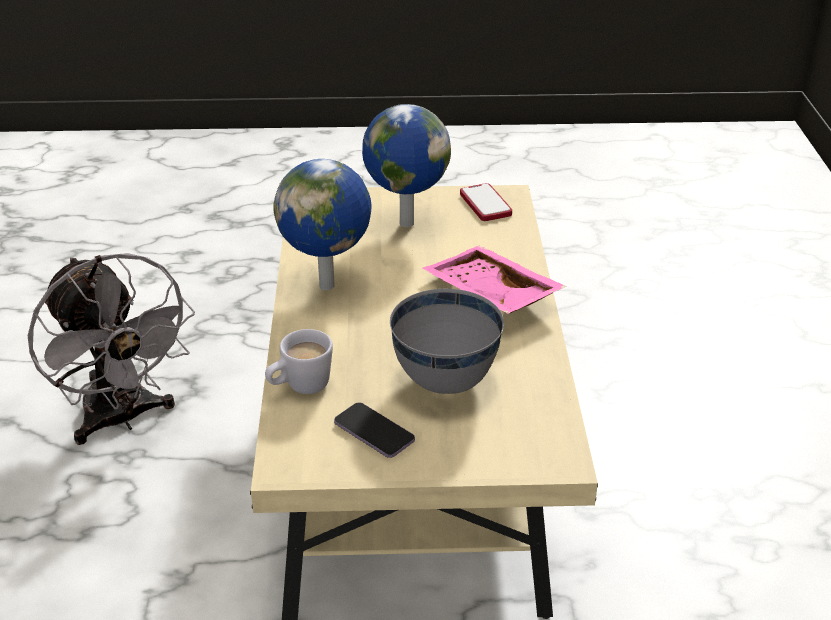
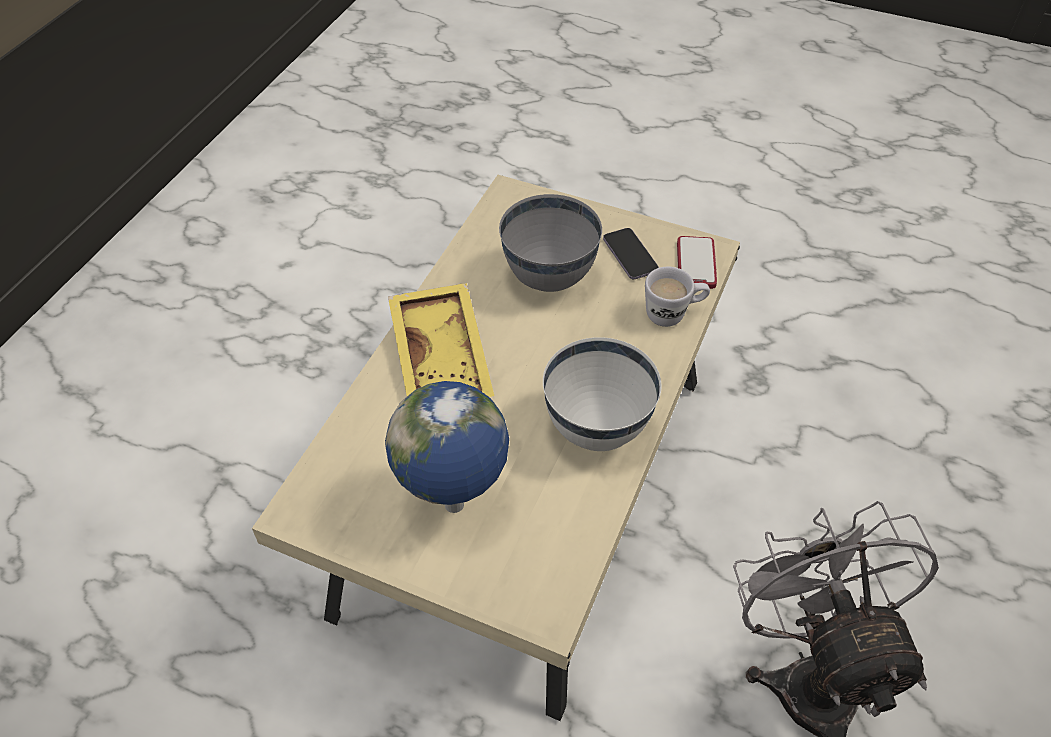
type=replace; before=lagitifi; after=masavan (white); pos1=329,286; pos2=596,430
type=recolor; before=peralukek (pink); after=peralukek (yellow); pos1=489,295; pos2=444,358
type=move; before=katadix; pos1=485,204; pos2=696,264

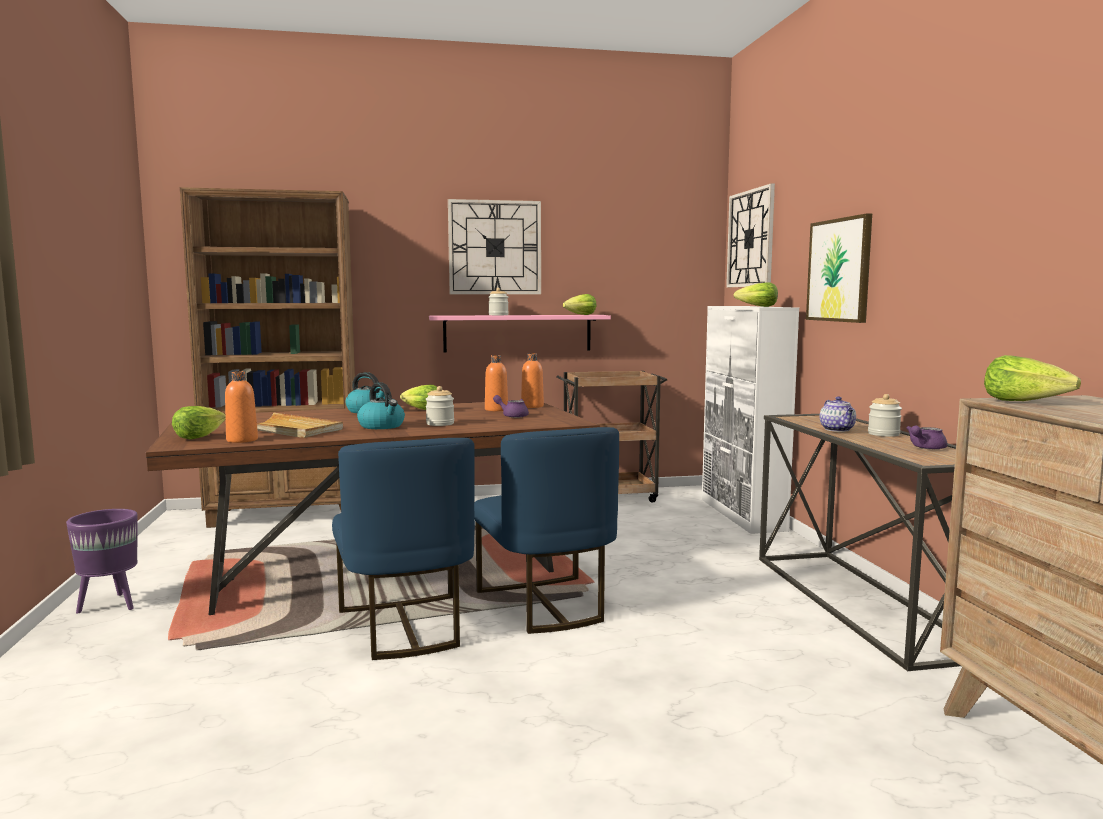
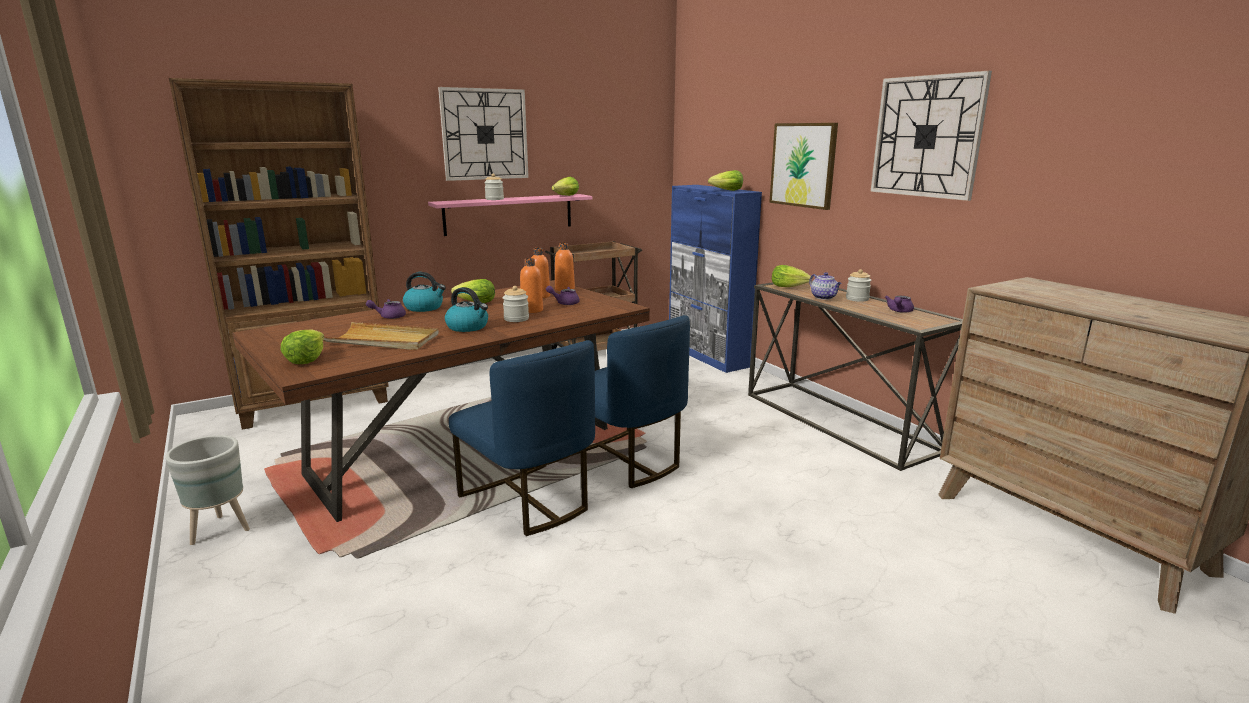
type=recolor; before=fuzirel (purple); after=fuzirel (grey); pos1=109,605; pos2=219,530
type=move; before=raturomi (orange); pos1=242,440; pos2=532,310
type=recolor; before=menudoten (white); after=menudoten (blue); pos1=742,514; pos2=707,356
type=move; before=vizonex; pos1=750,239; pos2=927,136
type=move; before=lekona; pos1=1025,402; pos2=789,287
type=insert; after=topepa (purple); pos2=389,317

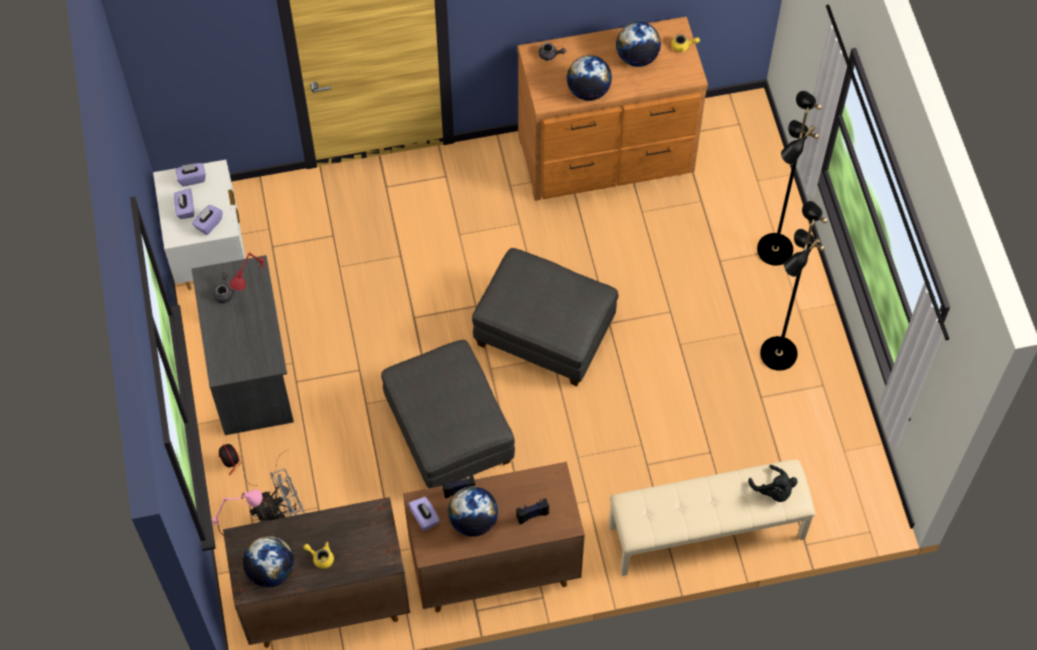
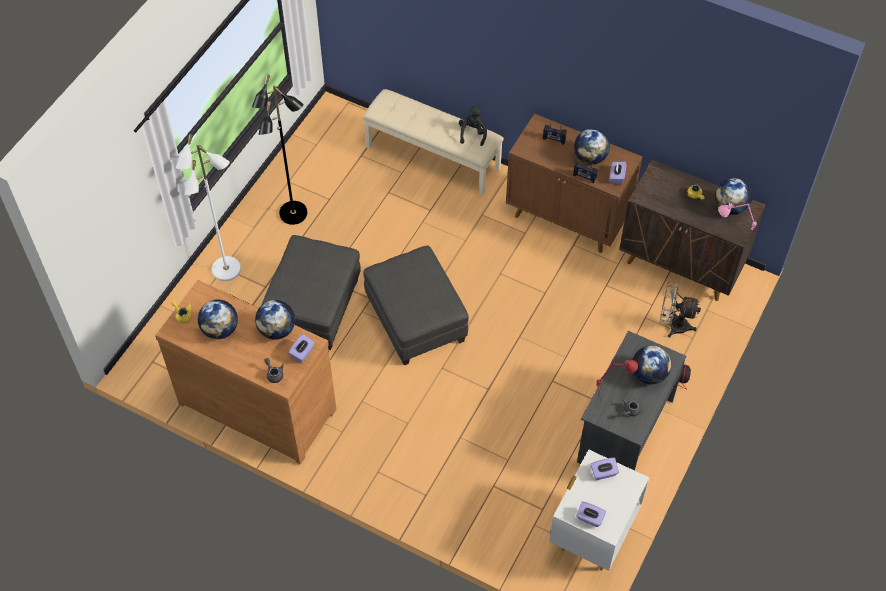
type=move; before=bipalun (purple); pos1=185,209; pos2=302,353
type=move; before=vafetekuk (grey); pos1=450,433; pos2=314,307
type=move; before=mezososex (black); pos1=773,491; pos2=472,133
type=recolor; before=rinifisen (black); after=rinifisen (white); pos1=773,249; pos2=226,270
type=insert; after=lagitifi; pos2=649,374

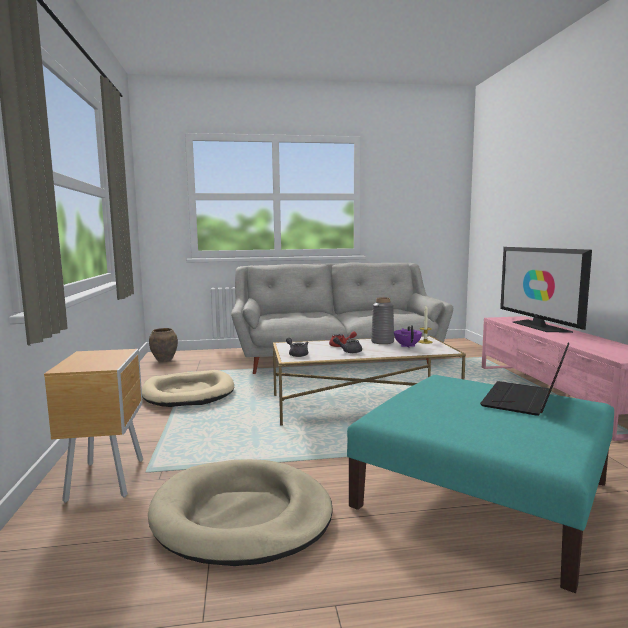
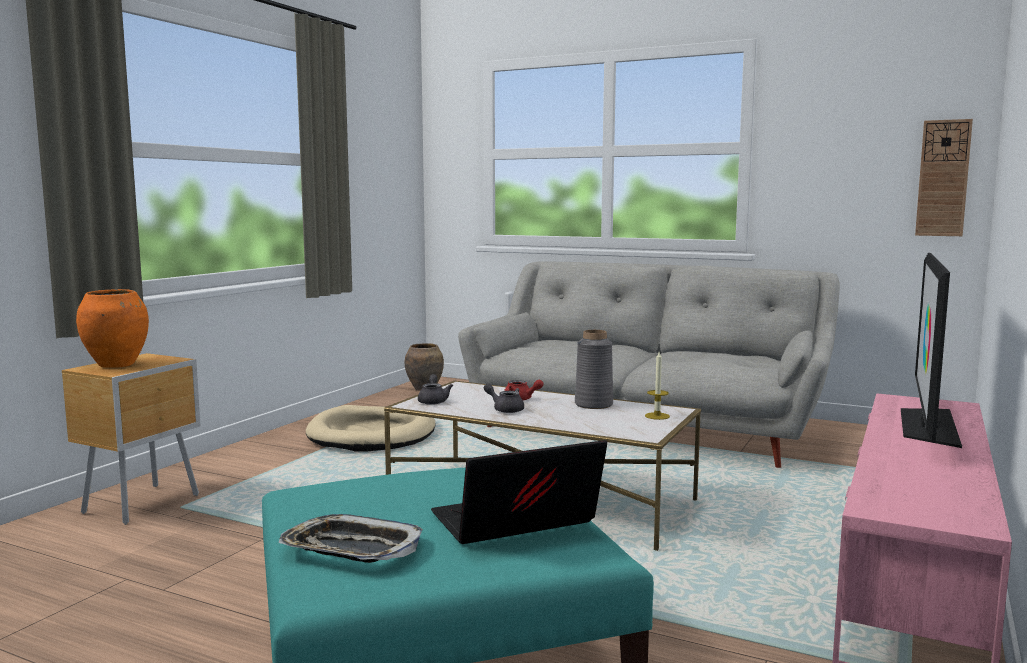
type=delete; before=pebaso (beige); pos1=241,516
type=delete; before=topepa (purple); pos1=407,346
type=insert; after=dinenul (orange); pos2=117,365
type=insert; after=peralukek; pos2=351,549
type=insert; after=vizonex; pos2=943,178

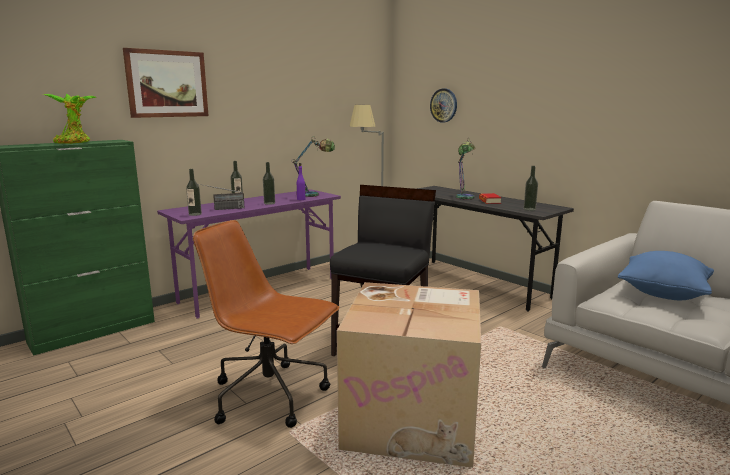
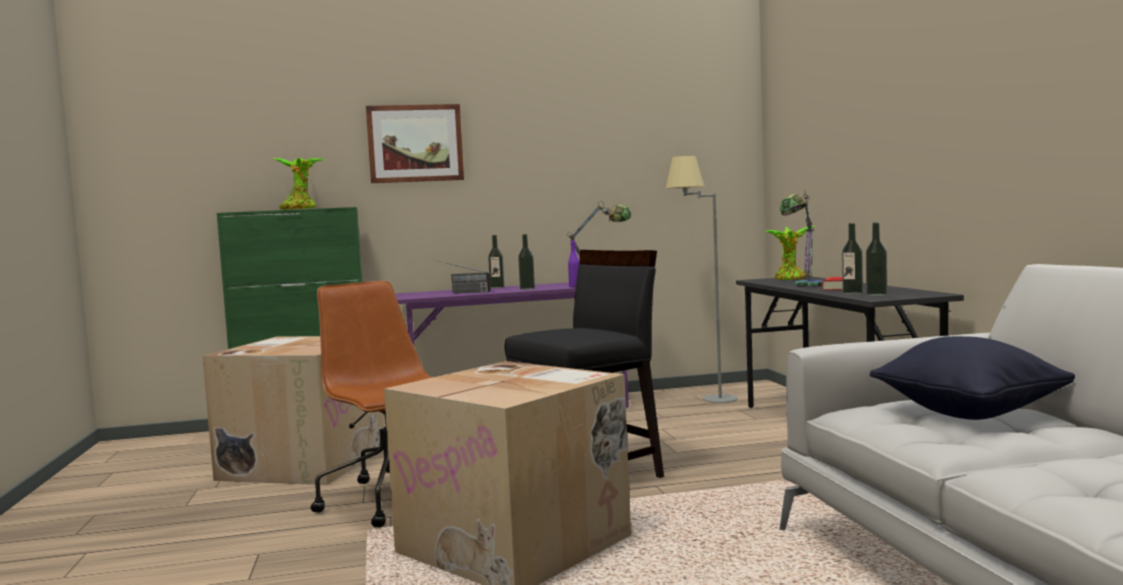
type=move; before=raturomi; pos1=195,214; pos2=852,293
type=delete; before=vizonex; pos1=444,105
type=recolor; before=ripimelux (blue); after=ripimelux (black); pos1=663,294; pos2=969,413
type=insert; after=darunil; pos2=303,463
type=insert; after=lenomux; pos2=791,279

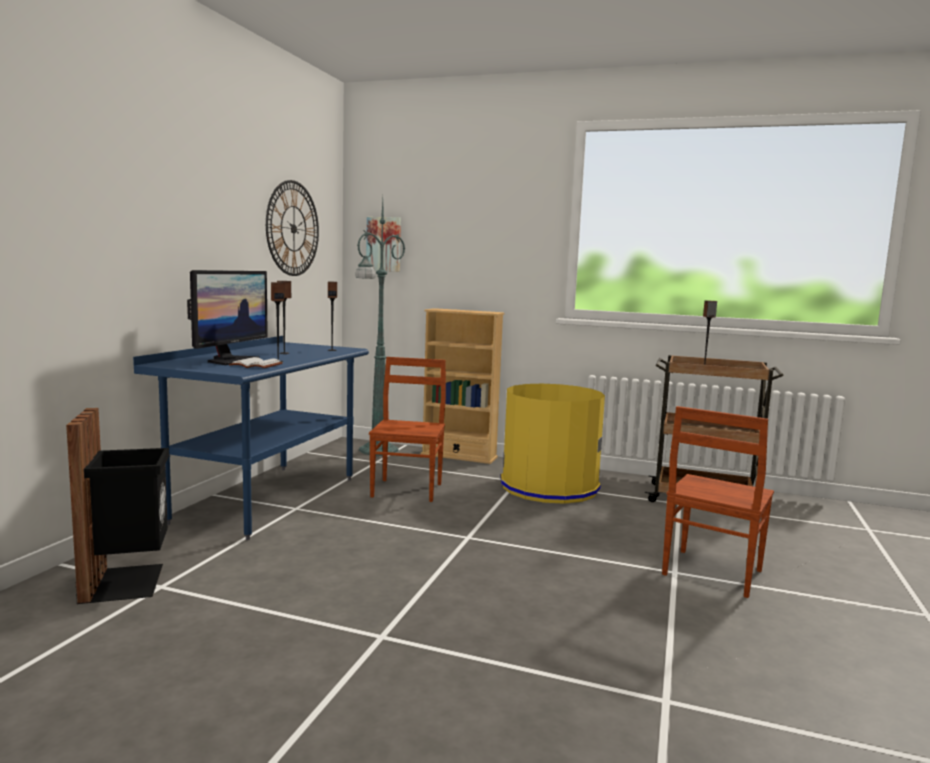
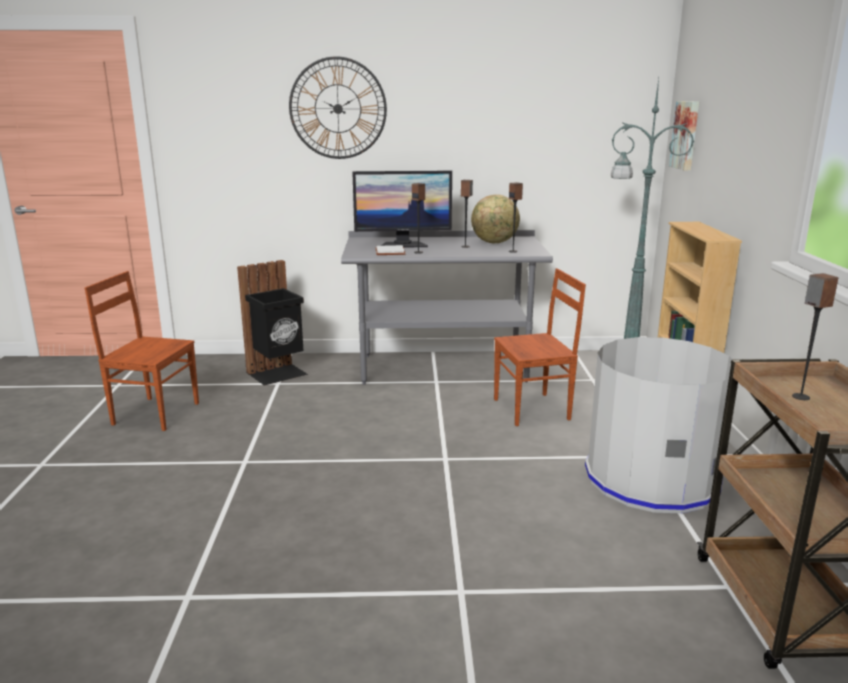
type=recolor; before=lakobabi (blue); after=lakobabi (grey); pos1=267,499; pos2=443,368
type=move; before=vizonex; pos1=293,228; pos2=338,108
type=recolor; before=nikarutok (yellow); after=nikarutok (grey); pos1=549,487; pos2=651,478
type=move; before=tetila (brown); pos1=710,573; pos2=155,413
type=insert; after=lagitifi; pos2=494,243

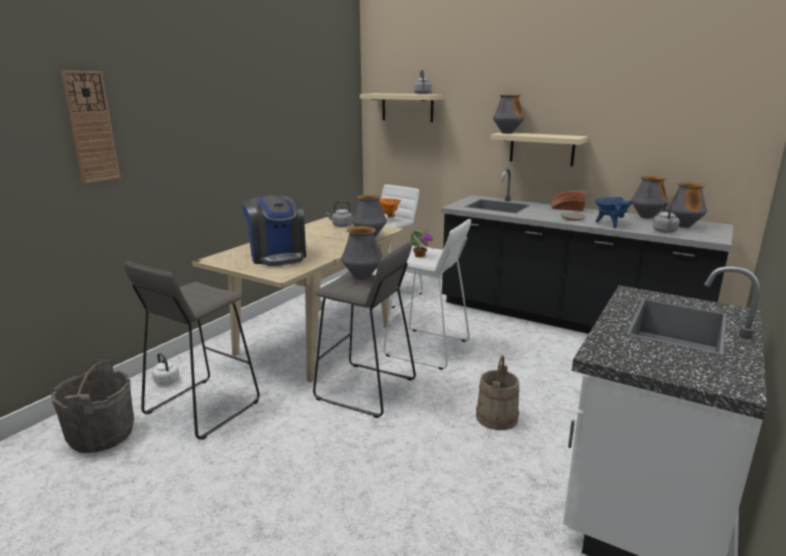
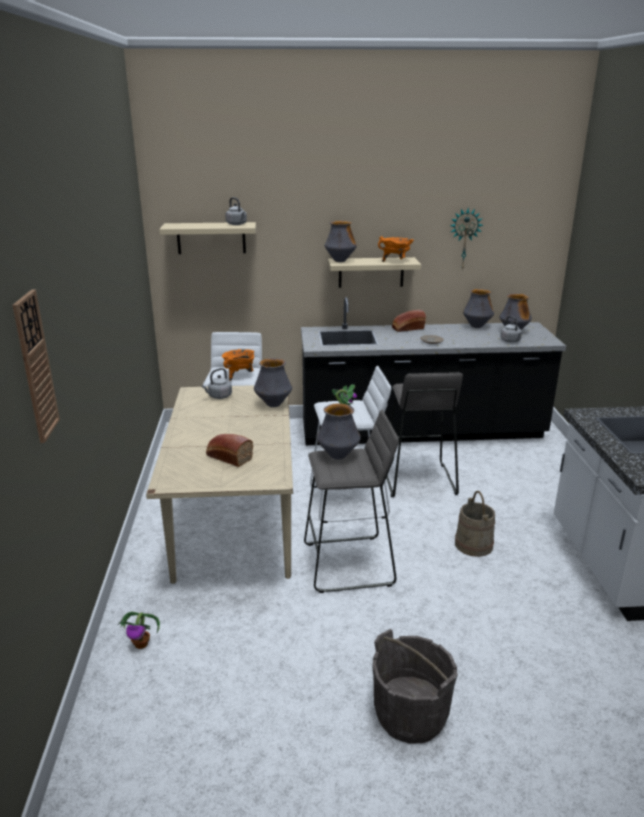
type=move; before=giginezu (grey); pos1=102,435; pos2=411,714
type=move; before=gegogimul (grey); pos1=202,407; pos2=418,480
type=replace; before=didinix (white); after=lenomux; pos1=167,381; pos2=142,644
type=replace; before=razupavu; after=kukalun; pos1=277,256; pos2=228,457
type=delete; before=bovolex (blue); pos1=610,224
type=insert; after=bovolex (orange); pos2=396,261
type=insert; after=vizonex; pos2=464,238

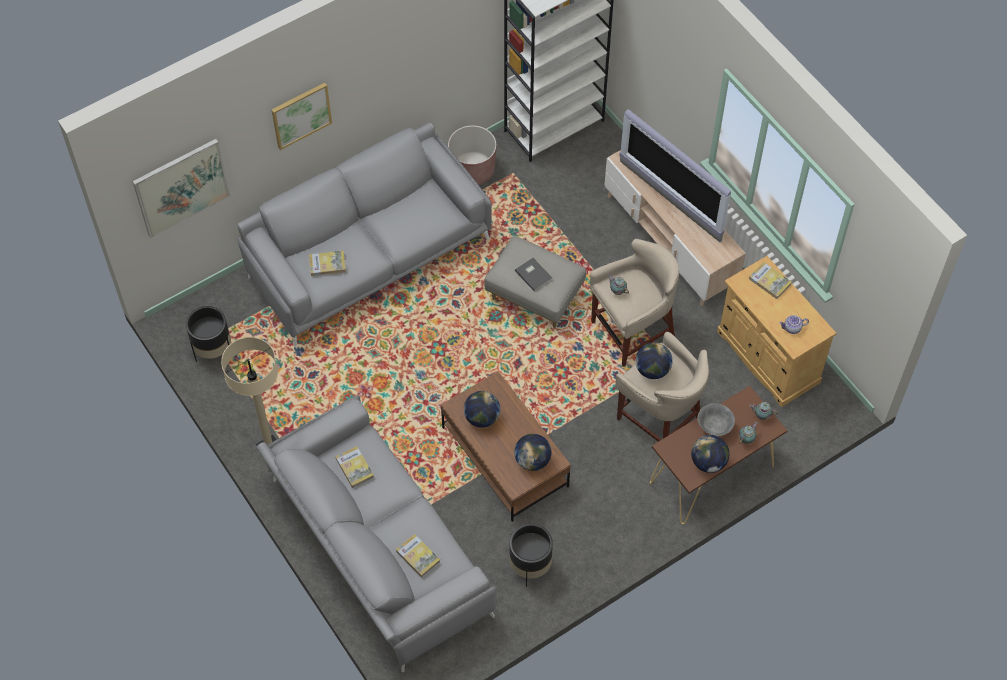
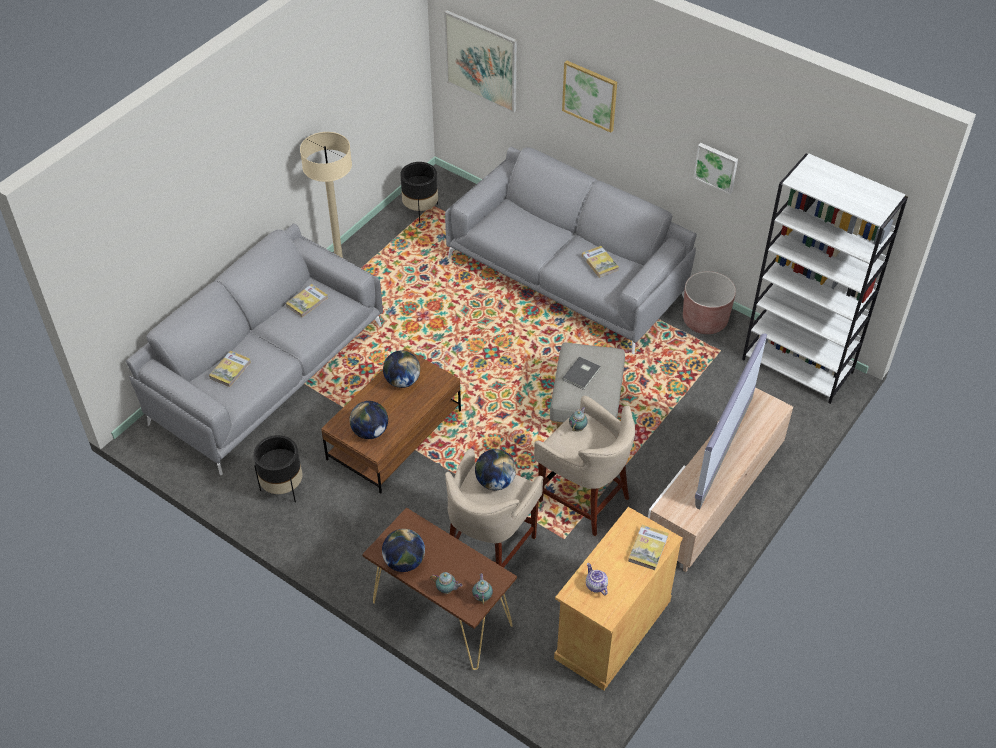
type=move; before=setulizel; pos1=327,264; pos2=600,263
type=delete; before=masavan (grey); pos1=714,427
type=insert; after=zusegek; pos2=716,167

